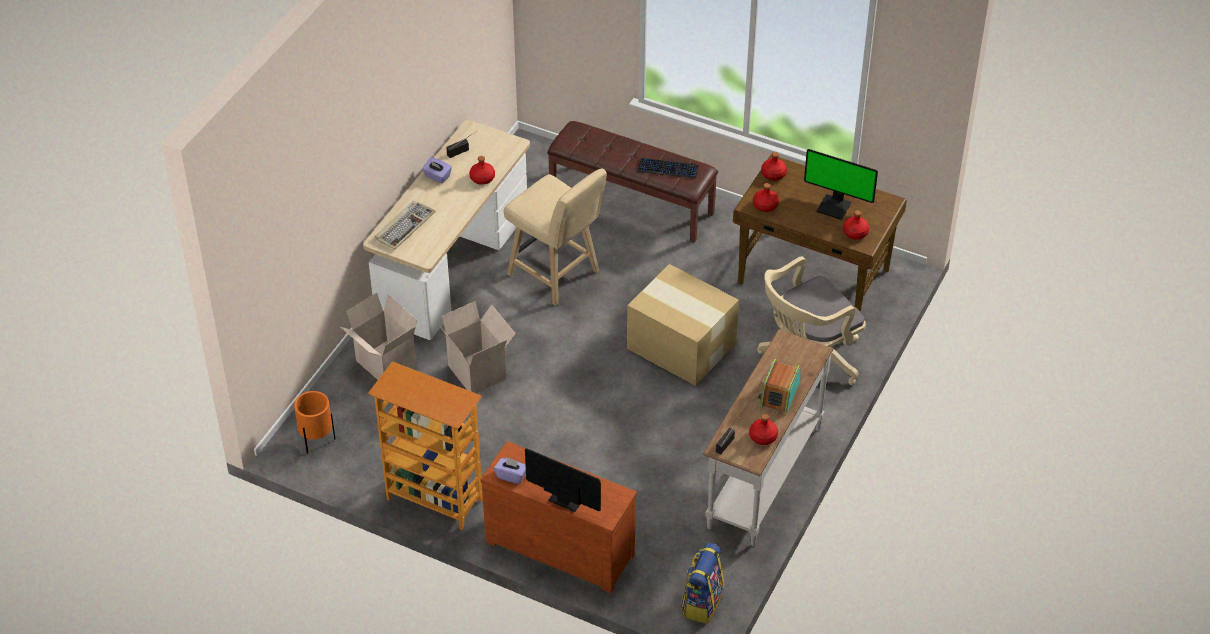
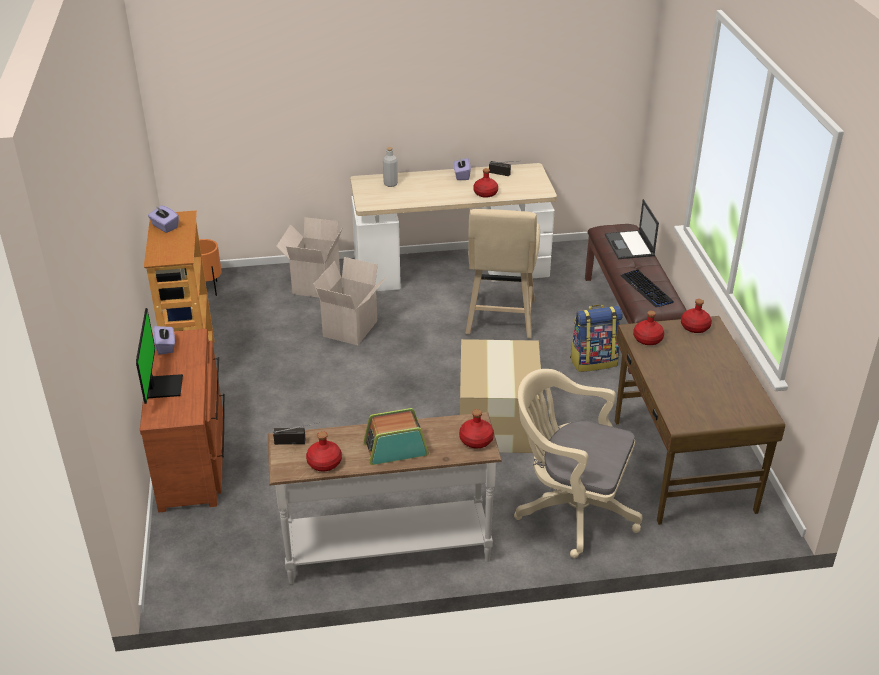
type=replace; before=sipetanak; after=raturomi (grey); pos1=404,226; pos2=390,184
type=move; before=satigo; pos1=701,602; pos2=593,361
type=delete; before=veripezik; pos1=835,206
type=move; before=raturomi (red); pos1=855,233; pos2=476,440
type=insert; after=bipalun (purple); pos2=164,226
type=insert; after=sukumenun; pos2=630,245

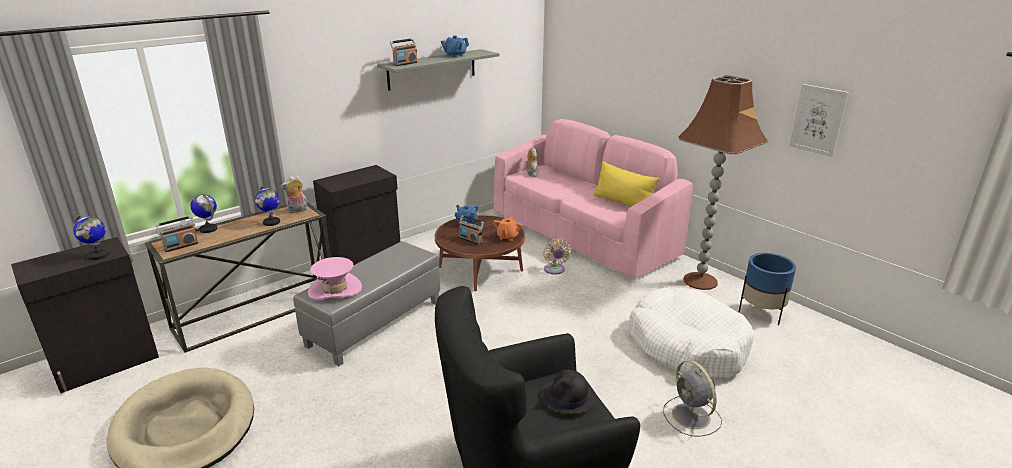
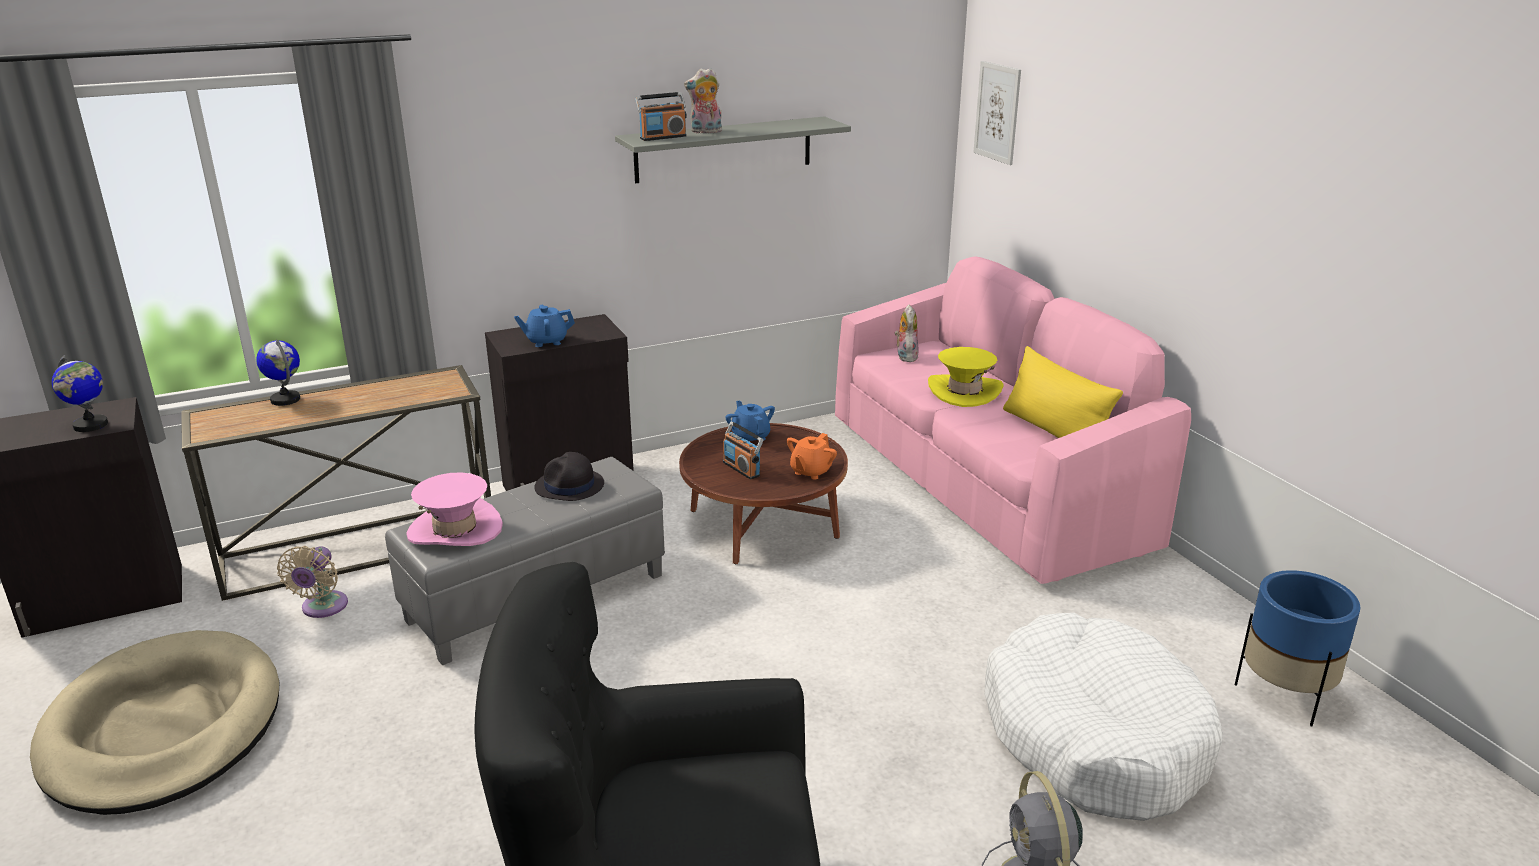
type=delete; before=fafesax; pos1=181,246
type=delete; before=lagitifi; pos1=271,222
type=move; before=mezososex; pos1=297,211; pos2=705,132
type=move; before=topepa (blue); pos1=455,55; pos2=546,341
type=move; before=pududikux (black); pos1=568,397; pos2=569,486
type=move; before=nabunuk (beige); pos1=554,270; pos2=322,608
type=delete; before=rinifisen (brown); pos1=701,281
type=move; before=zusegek; pos1=818,120; pos2=997,112
type=insert; after=pududikux (yellow); pos2=964,391

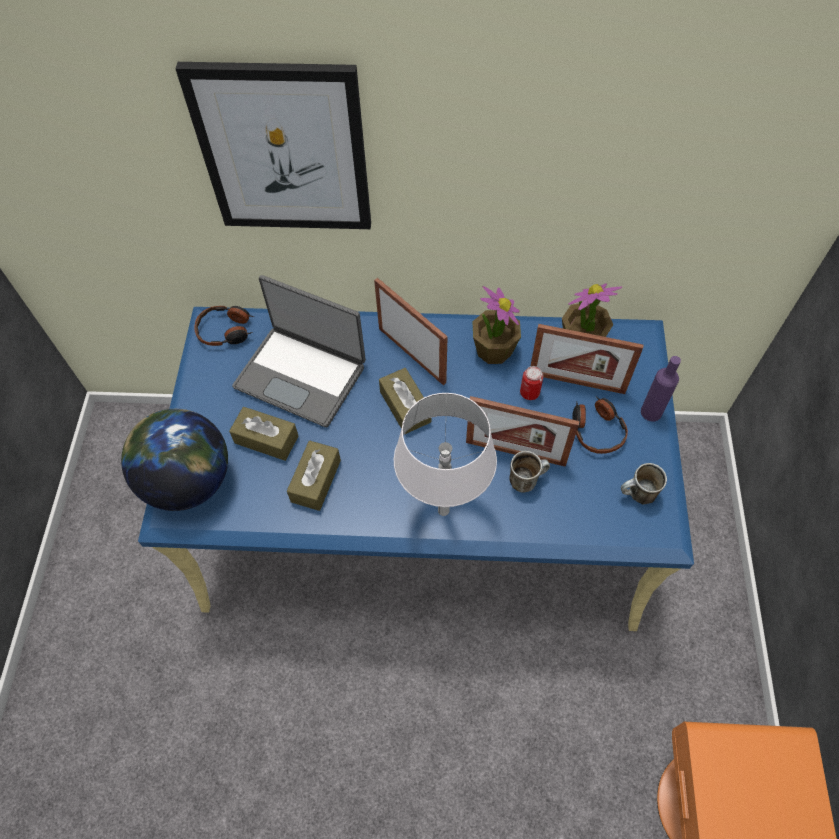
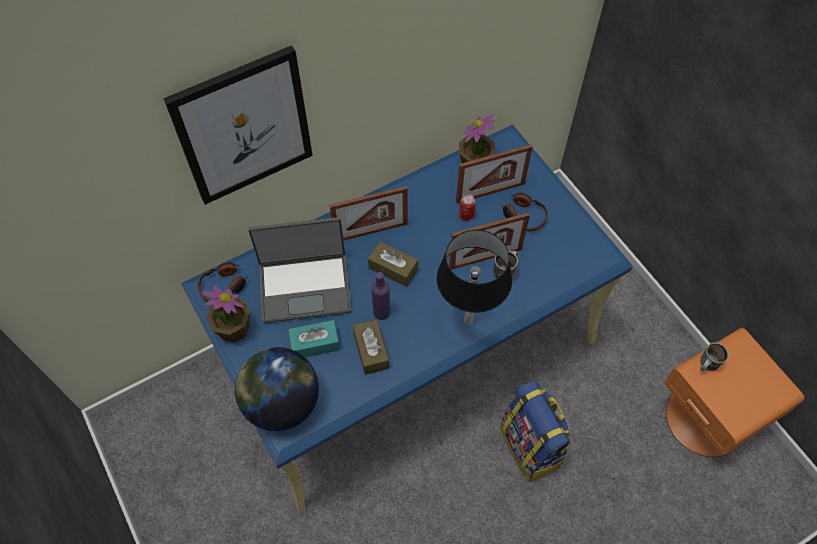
type=recolor; before=bipalun (brown); after=bipalun (turquoise); pos1=266,439; pos2=315,344
type=rotate; before=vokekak; pos1=411,355; pos2=371,232; turn=150
type=recolor; before=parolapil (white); after=parolapil (black); pos1=444,510; pos2=468,320
type=move; before=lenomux; pos1=493,350; pos2=233,329
type=move; before=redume; pos1=637,496; pos2=707,366
type=move; before=raturomi (purple); pos1=651,412; pos2=381,312
type=insert; after=satigo; pos2=531,446

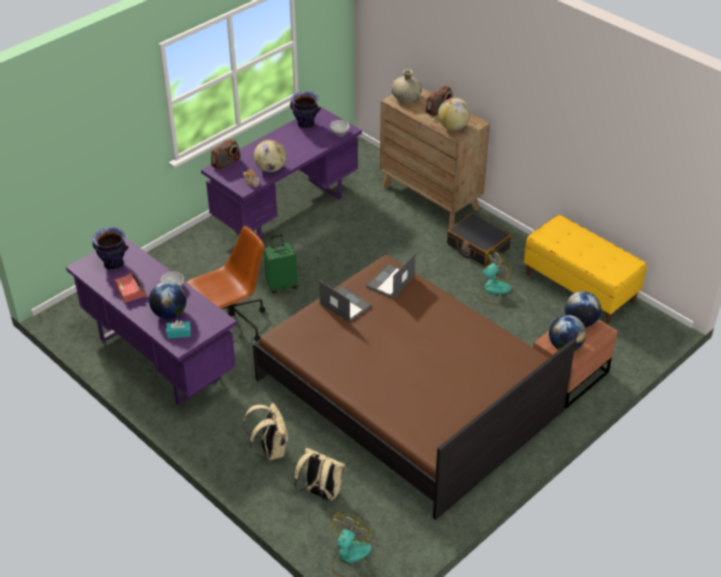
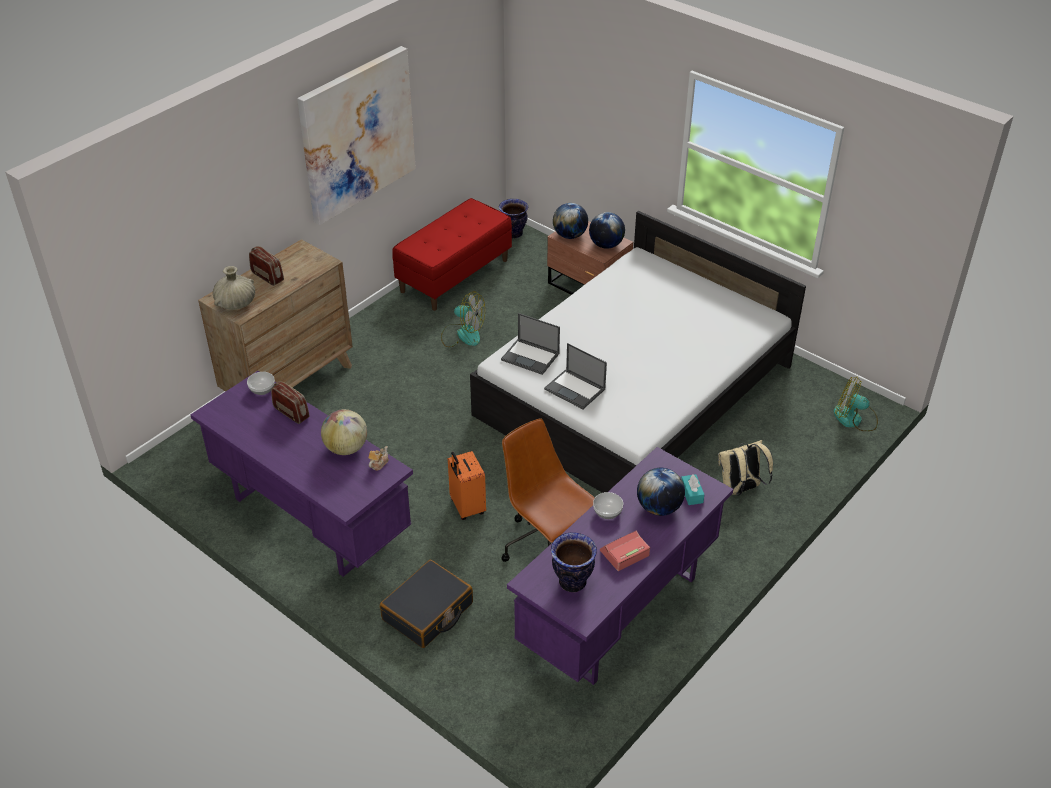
type=move; before=fafesax; pos1=226,163; pos2=291,412
type=recolor; before=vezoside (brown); after=vezoside (white); pos1=408,395; pos2=634,390
type=recolor; before=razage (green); after=razage (orange); pos1=282,285; pos2=466,507
type=move; before=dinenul; pos1=306,124; pos2=513,234
type=delete; before=satigo (beige); pos1=321,493
type=rotate; before=sukumenun; pos1=344,304; pos2=575,389; turn=-90
type=delete; before=lagitifi; pos1=453,127
type=move; before=razage (black); pos1=477,247; pos2=428,612
type=rotate; before=nabunuk; pos1=491,290; pos2=462,334; turn=150
type=recolor; before=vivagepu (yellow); after=vivagepu (red); pos1=580,288; pos2=454,275
type=insert; after=zusegek; pos2=357,134

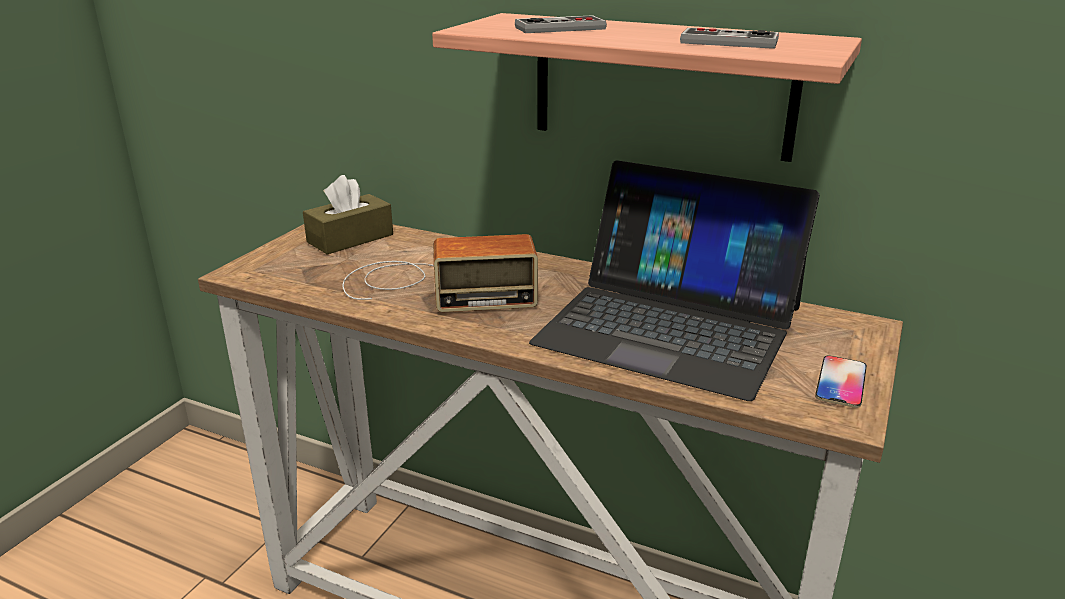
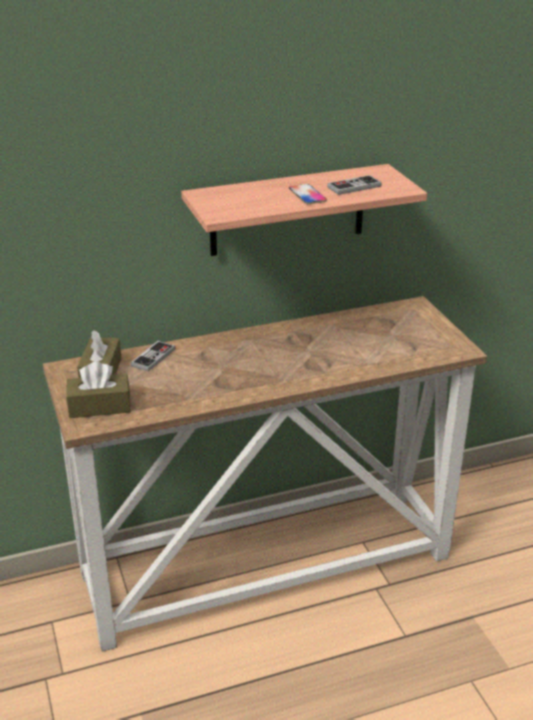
type=delete; before=fafesax; pos1=433,287
type=move; before=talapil; pos1=560,28; pos2=153,357
type=delete; before=sukumenun; pos1=670,324
type=move; before=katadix; pos1=841,382; pos2=307,195
type=insert; after=bipalun (brown); pos2=99,406

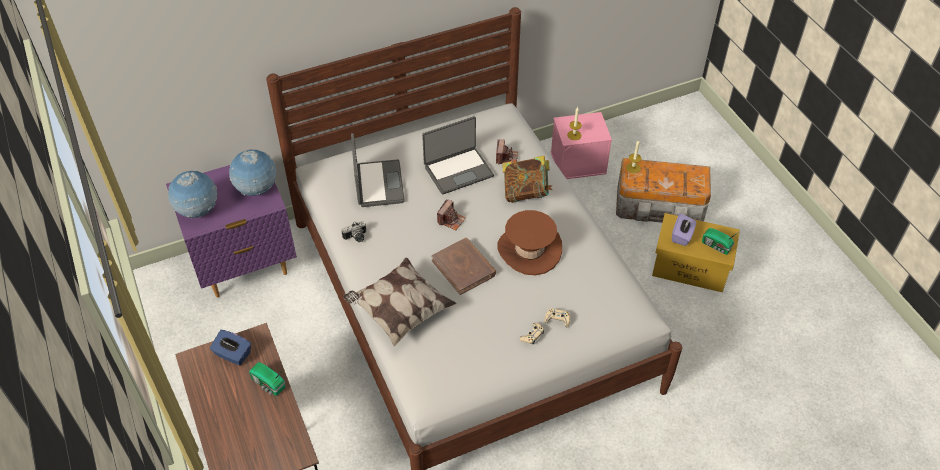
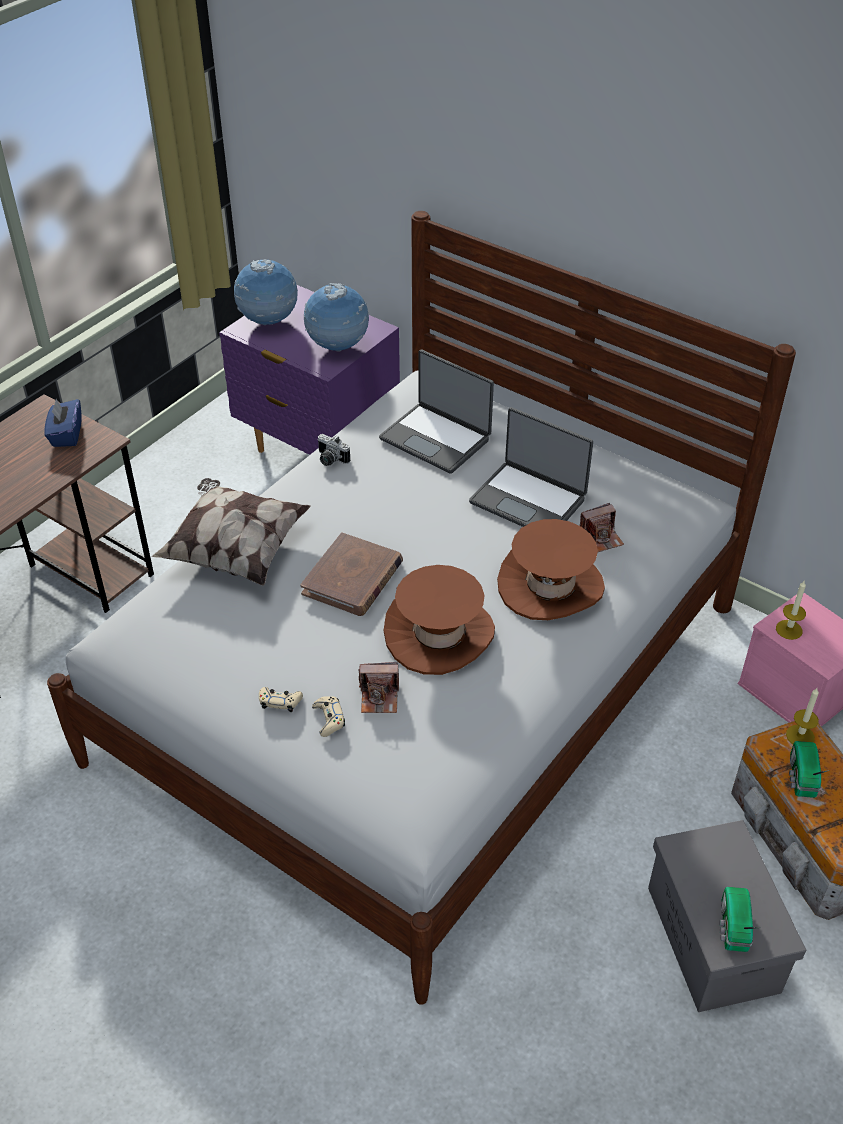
type=move; before=fafesax; pos1=268,384; pos2=801,777
type=rotate; before=sukumenun; pos1=378,184; pos2=436,438; turn=75
type=move; before=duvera; pos1=451,220; pos2=379,697
type=replace; before=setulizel; after=pududikux (brown); pos1=526,192; pos2=550,586
type=recolor; before=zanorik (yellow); after=zanorik (grey); pos1=691,267; pos2=714,940
type=delete; before=bipalun (purple); pos1=682,236

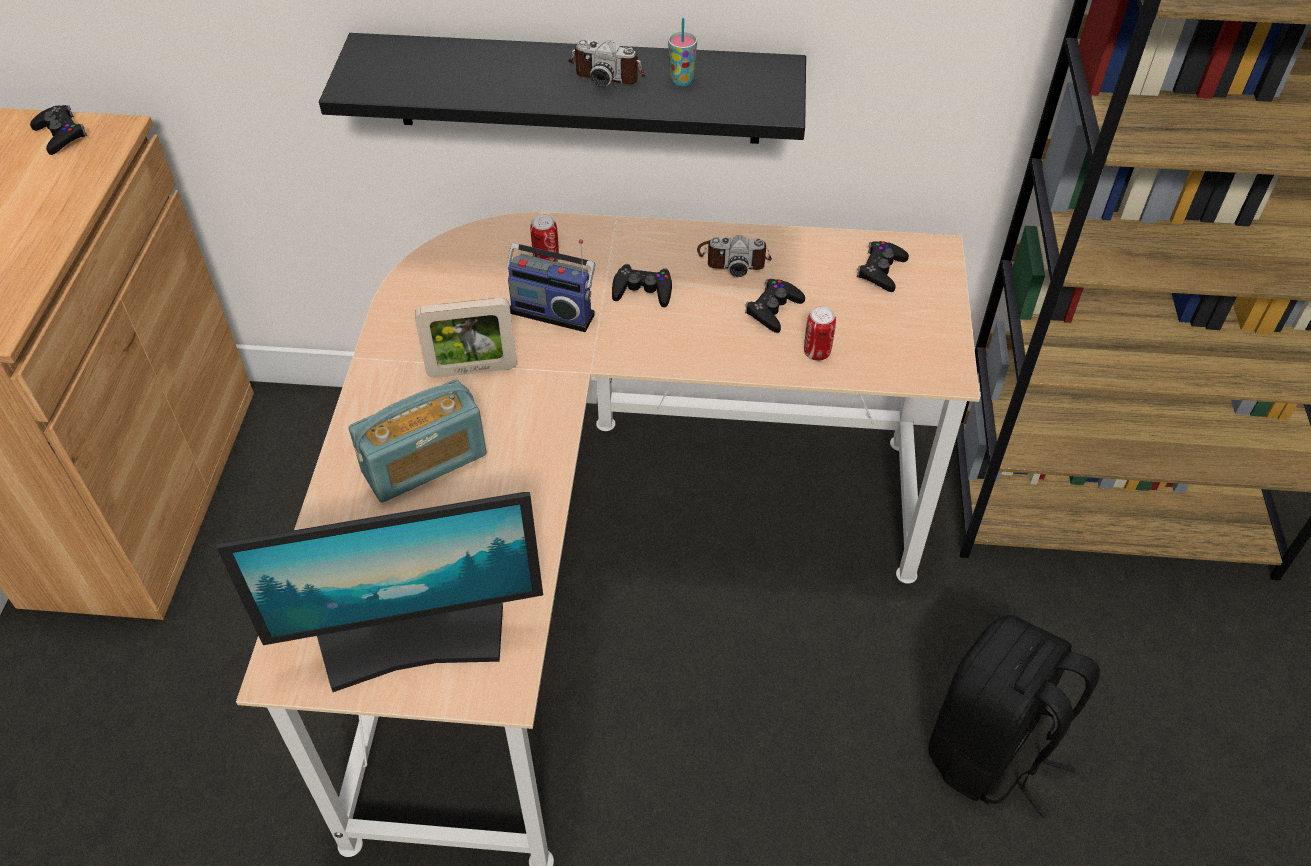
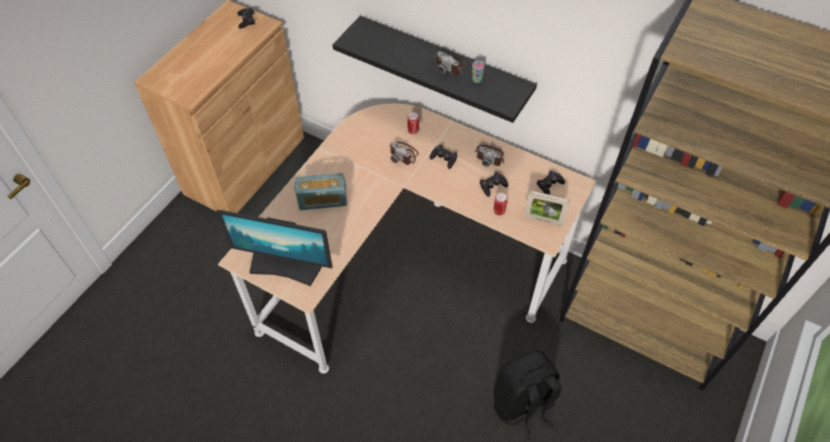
type=move; before=vokekak; pos1=472,370; pos2=543,220
type=replace; before=fafesax; after=duvera; pos1=553,311; pos2=403,154

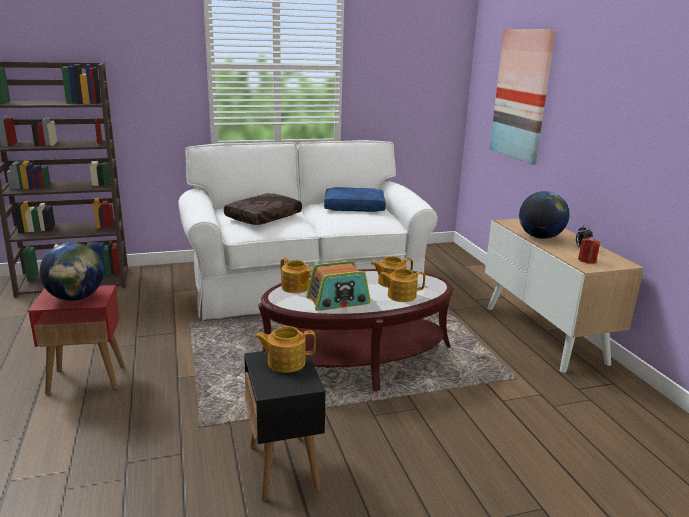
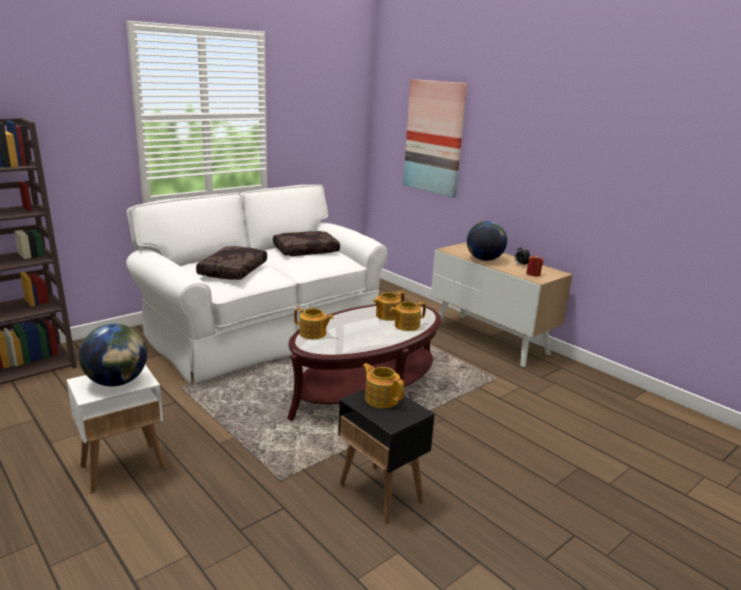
type=recolor; before=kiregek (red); after=kiregek (white); pos1=87,379; pos2=124,467
type=rotate; before=topepa; pos1=285,362; pos2=381,398; turn=75
type=delete; before=fafesax; pos1=338,301
type=recolor; before=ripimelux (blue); after=ripimelux (brown); pos1=354,207; pos2=306,250

